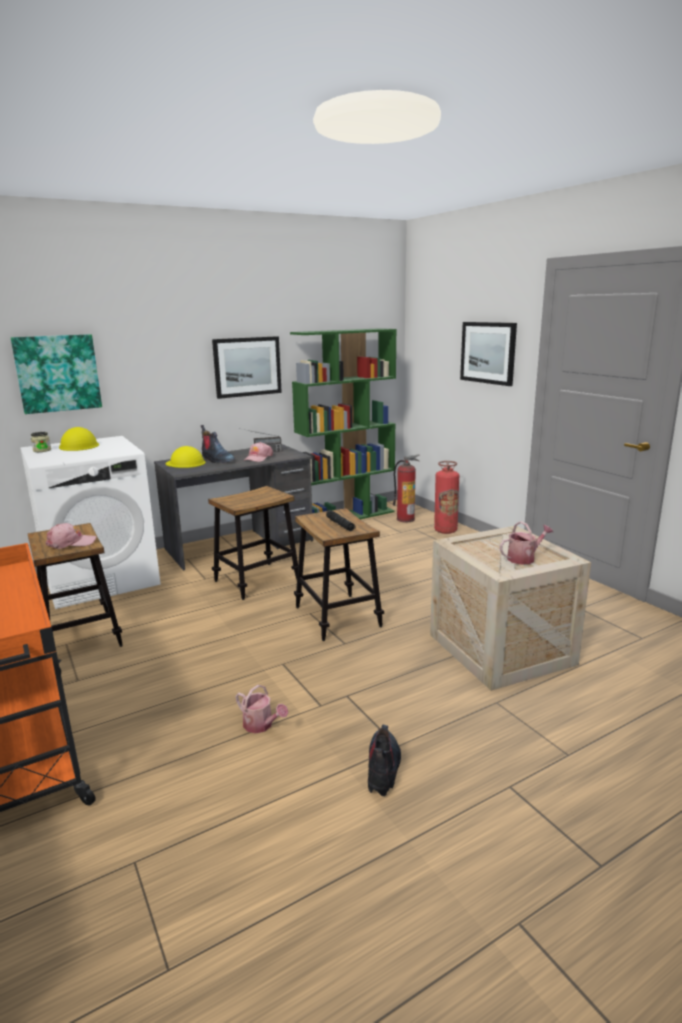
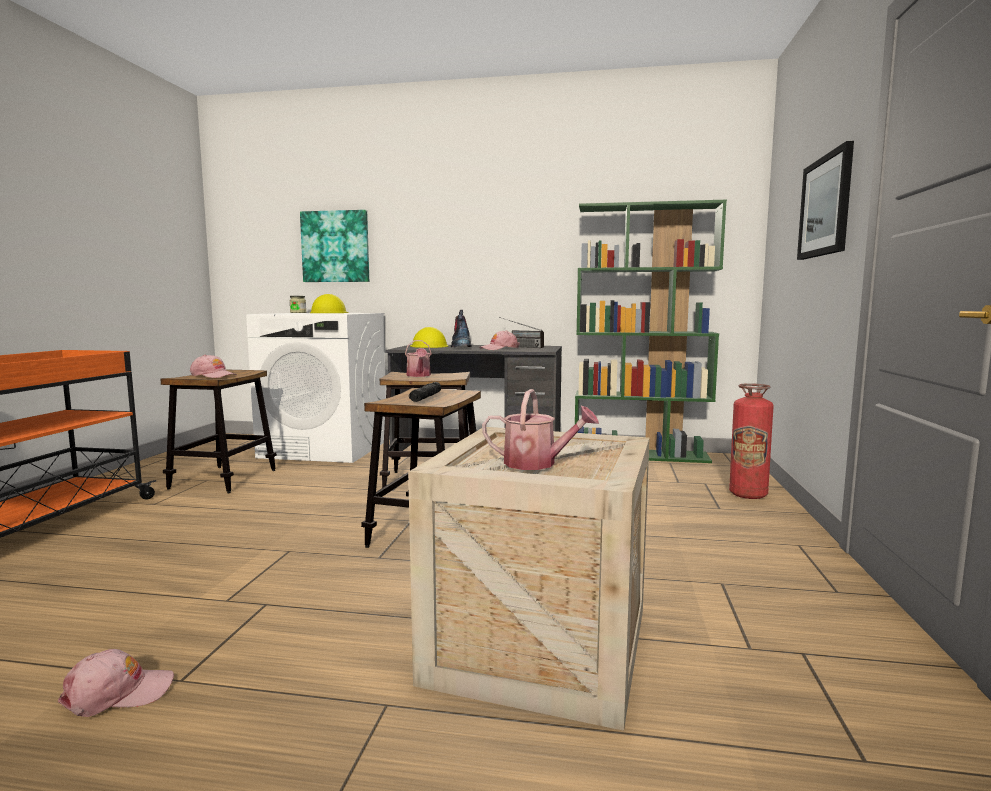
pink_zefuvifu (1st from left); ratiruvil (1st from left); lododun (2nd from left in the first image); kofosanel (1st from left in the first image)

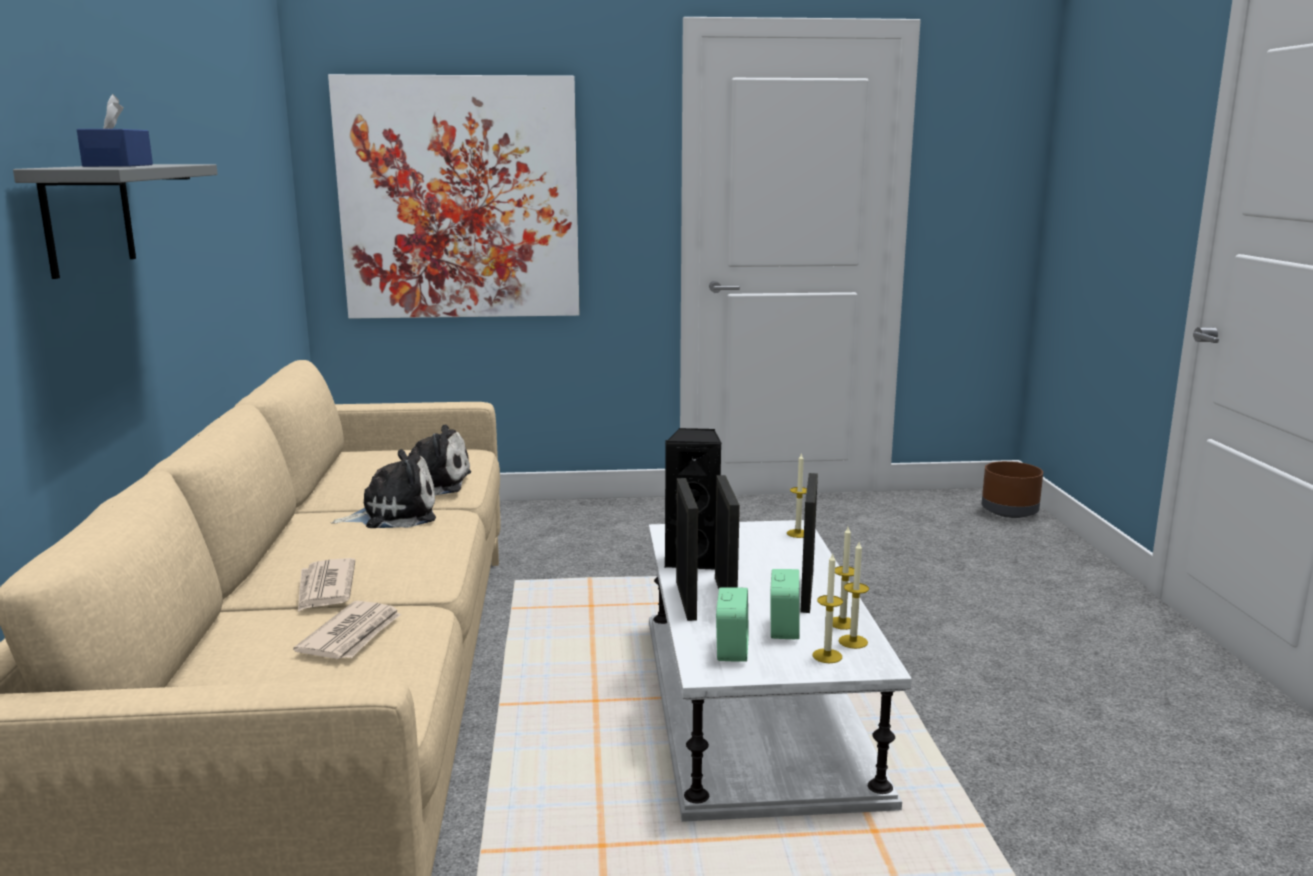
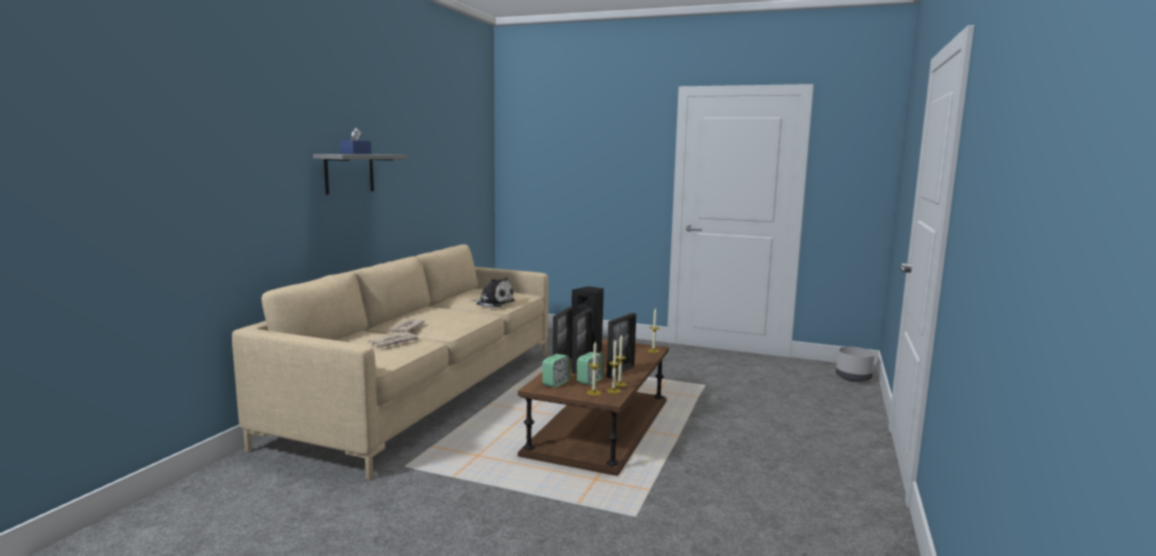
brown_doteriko; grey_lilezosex; lododun; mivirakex (1st from left in the first image)

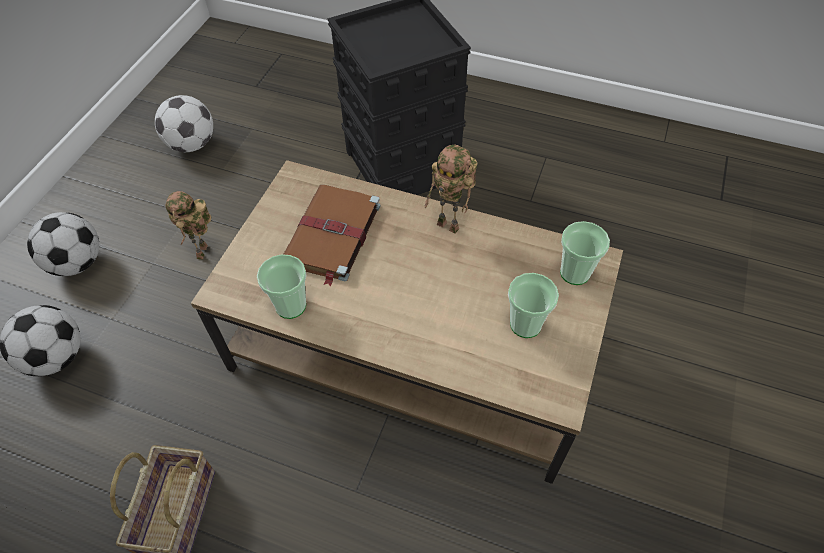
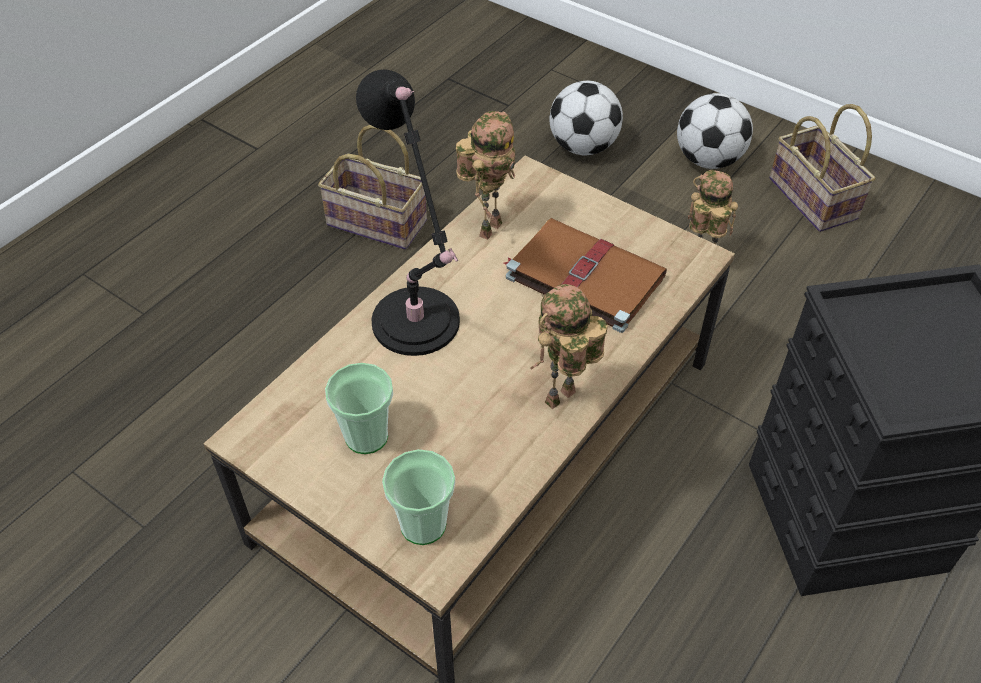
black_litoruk; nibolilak (1st from left); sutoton (2nd from left); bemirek (3rd from left in the first image)

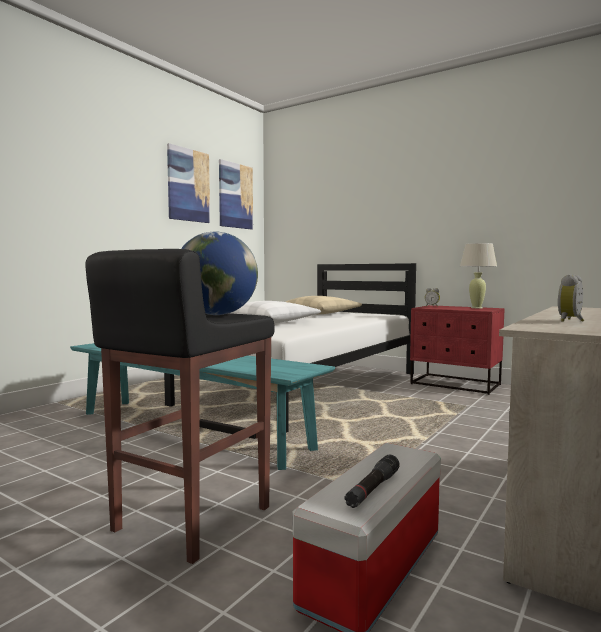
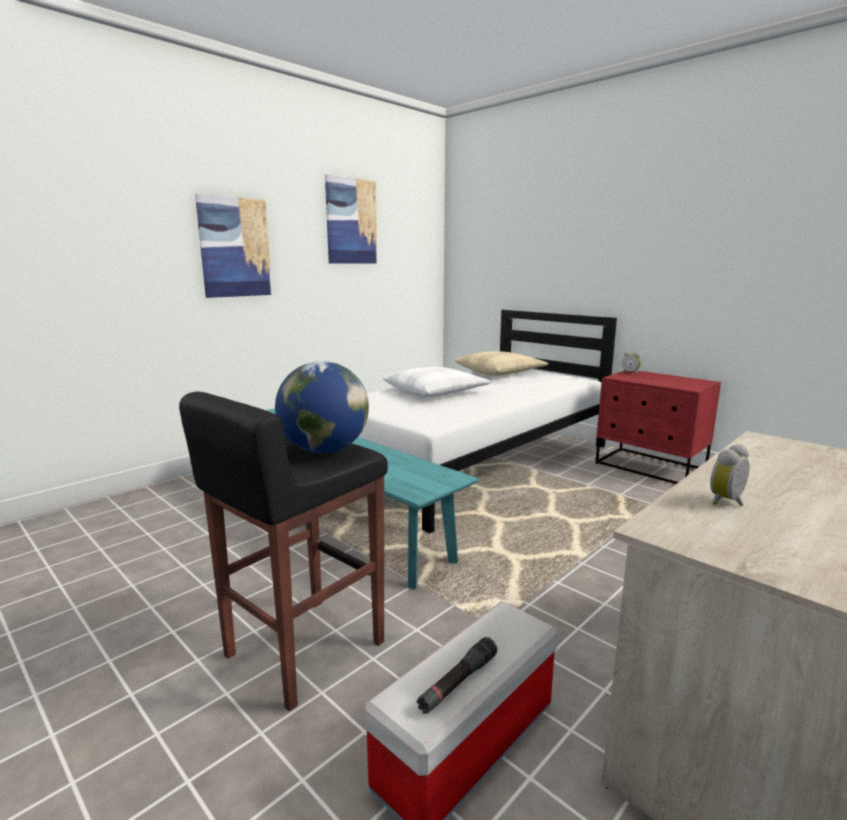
lododun (1st from left); beige_litoruk

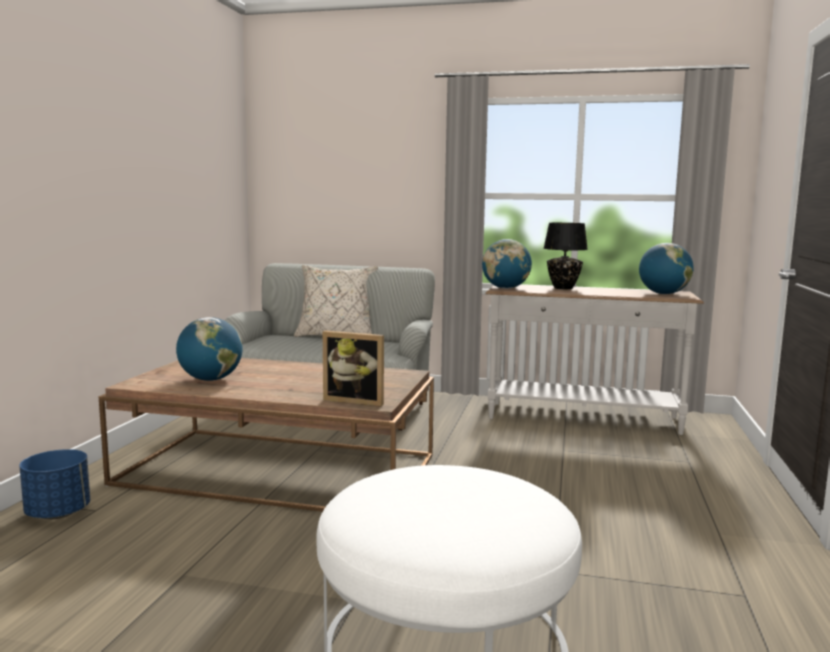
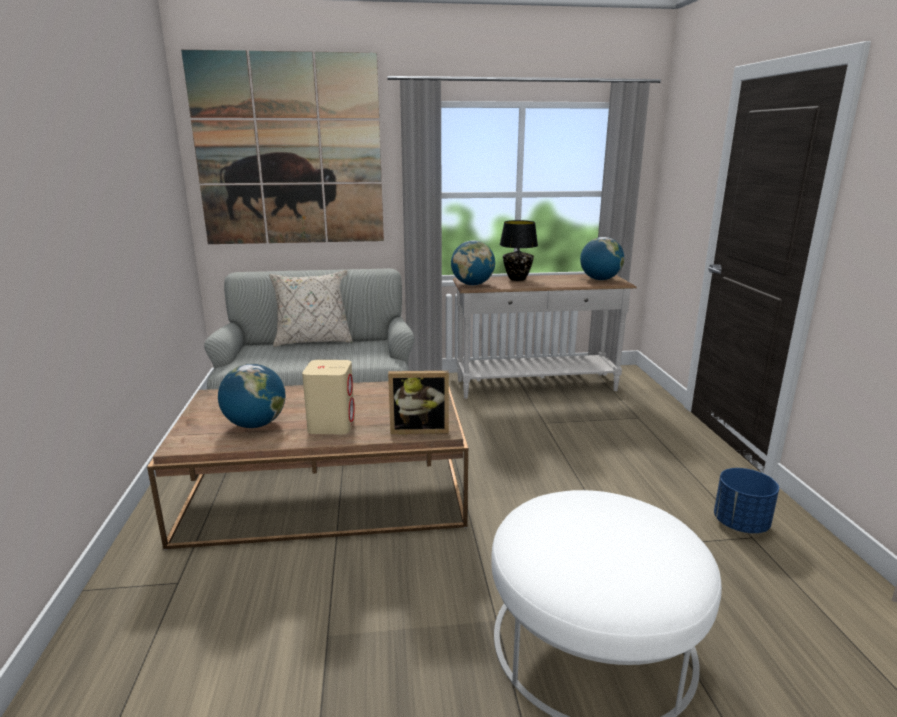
lododun; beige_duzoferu; blue_lilezosex

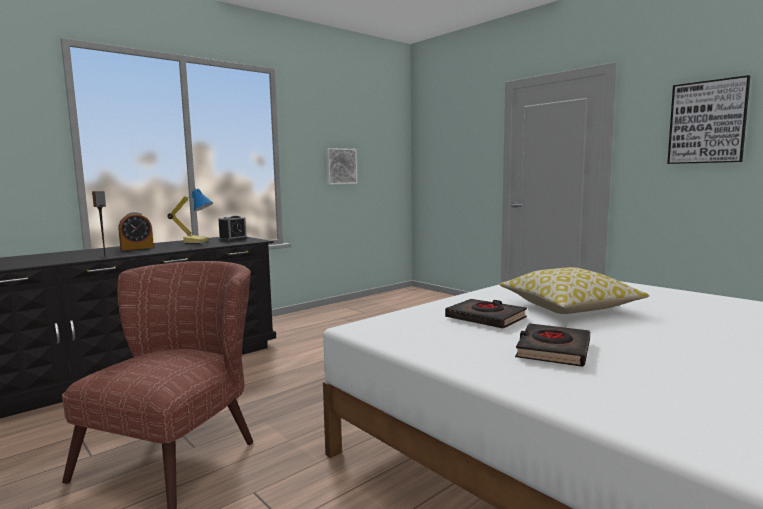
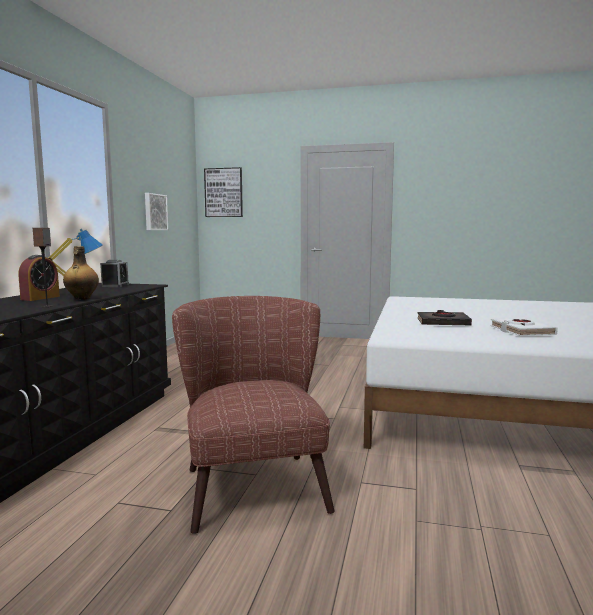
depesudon; lododun (2nd from left); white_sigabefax; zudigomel

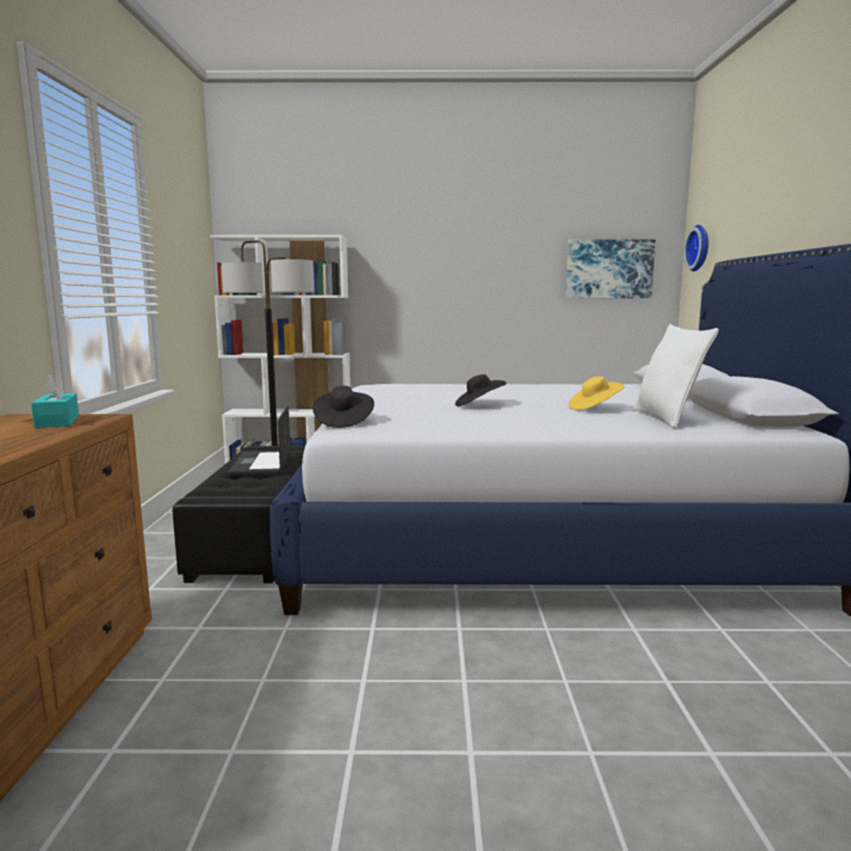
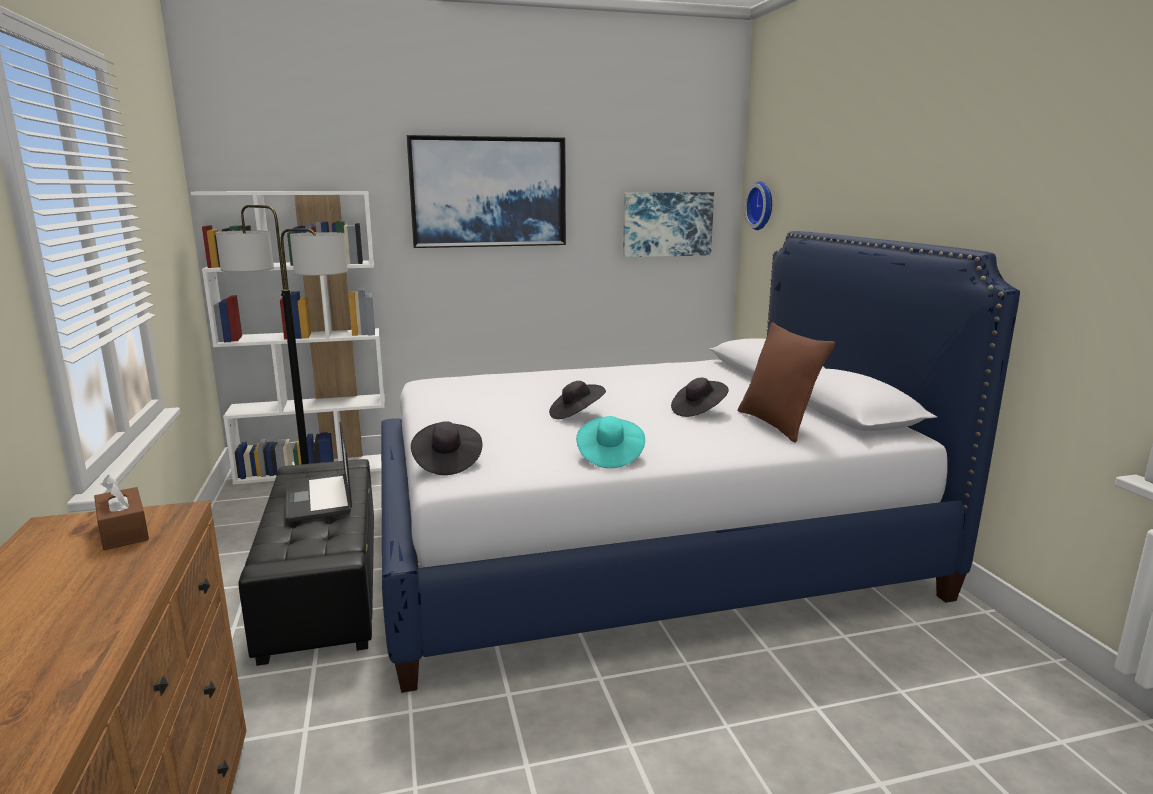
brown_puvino; lododun (1st from left); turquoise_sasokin; black_sasokin (3rd from left); brown_zudigomel

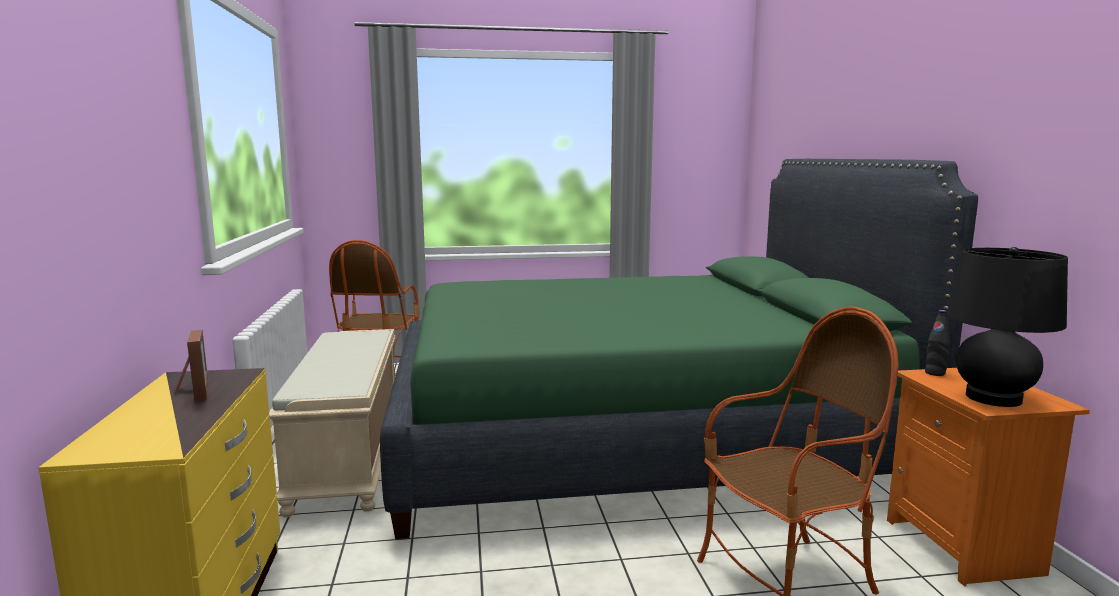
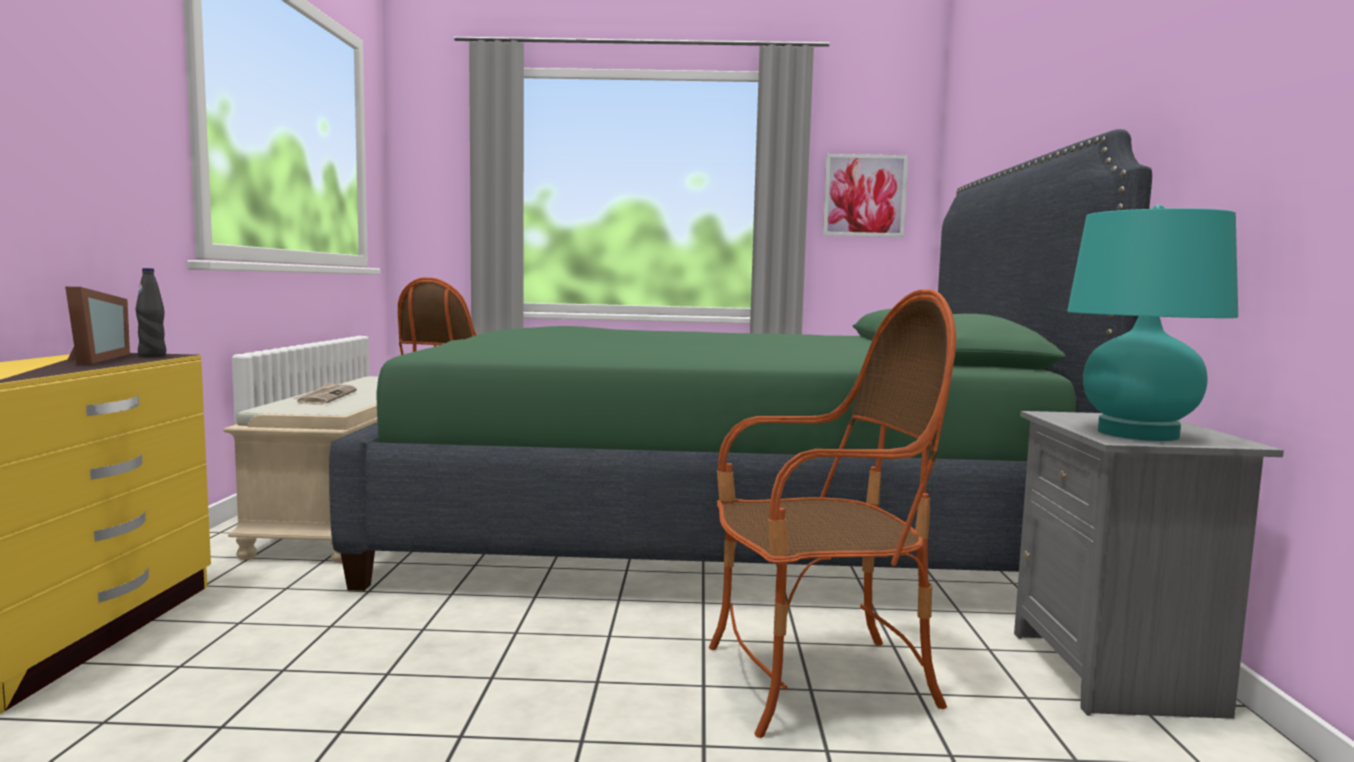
black_depesudon; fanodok; lododun; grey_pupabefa; turquoise_litoruk

